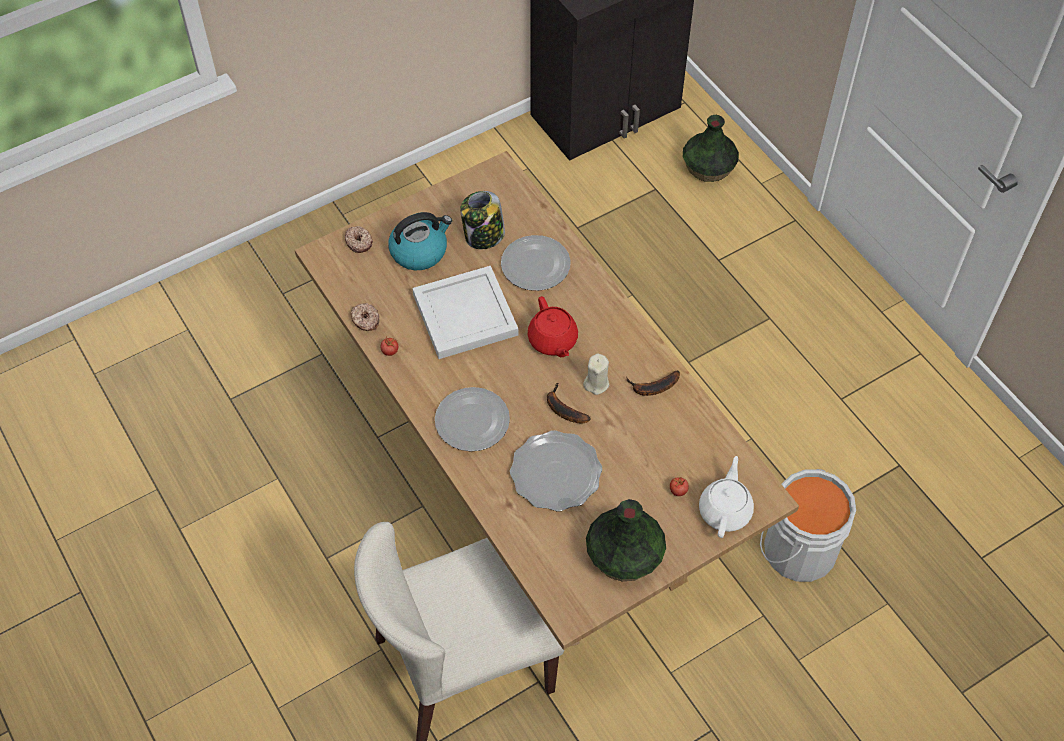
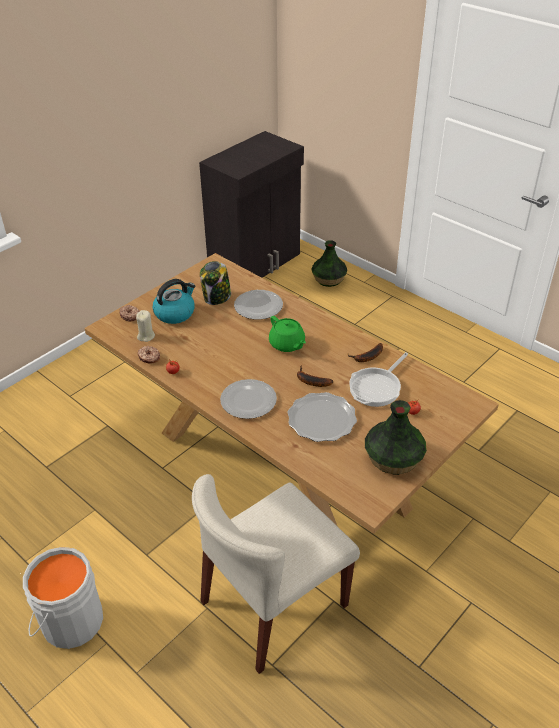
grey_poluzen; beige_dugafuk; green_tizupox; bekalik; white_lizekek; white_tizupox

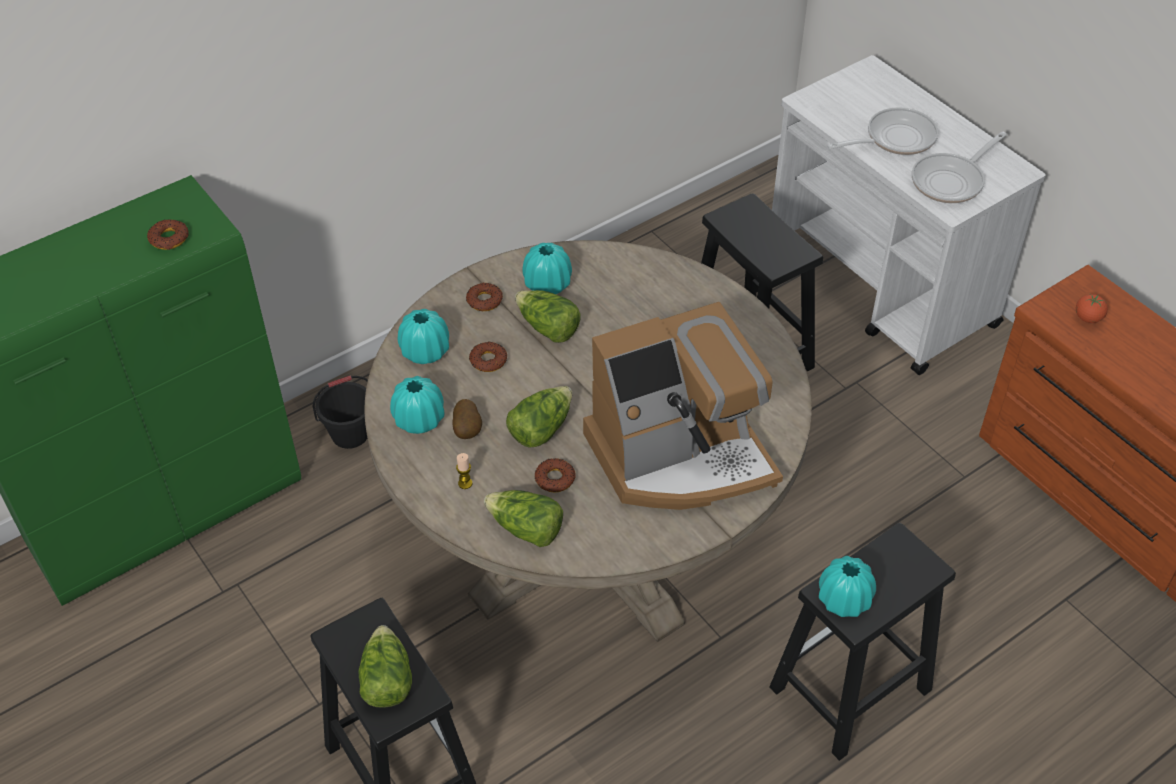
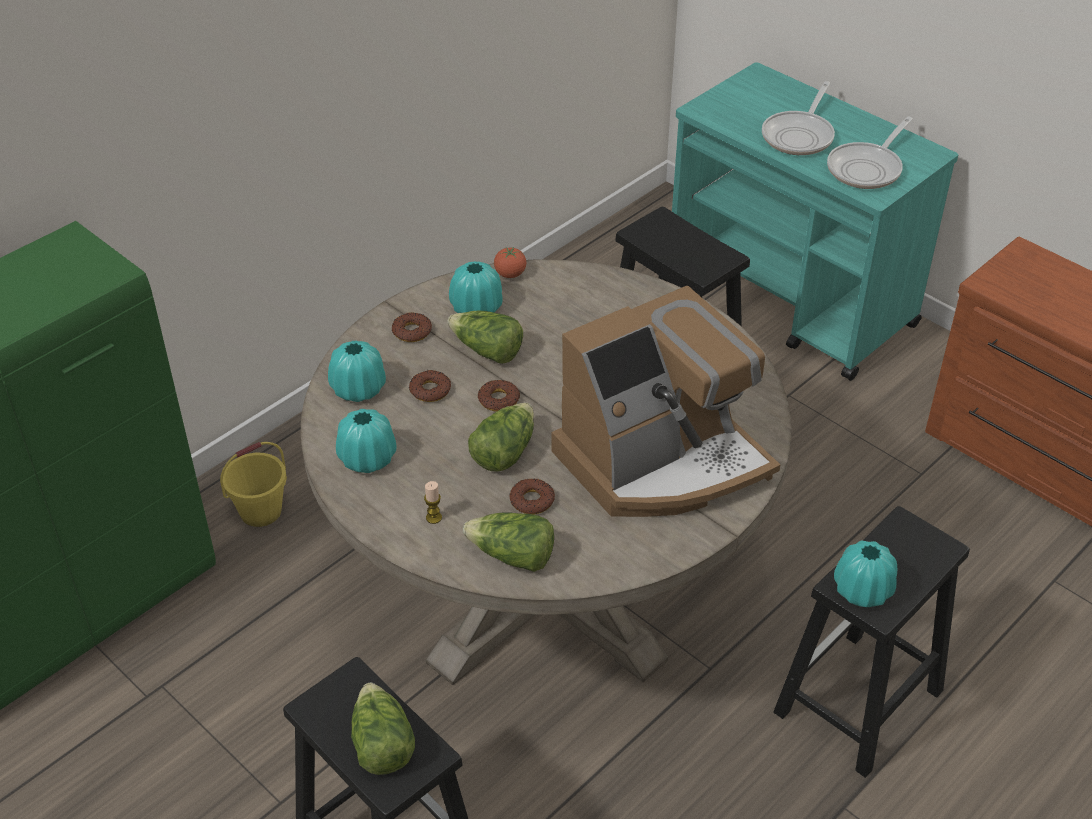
yellow_poluzen; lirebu (3rd from left); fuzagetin; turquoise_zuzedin; bekalik (1st from left); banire

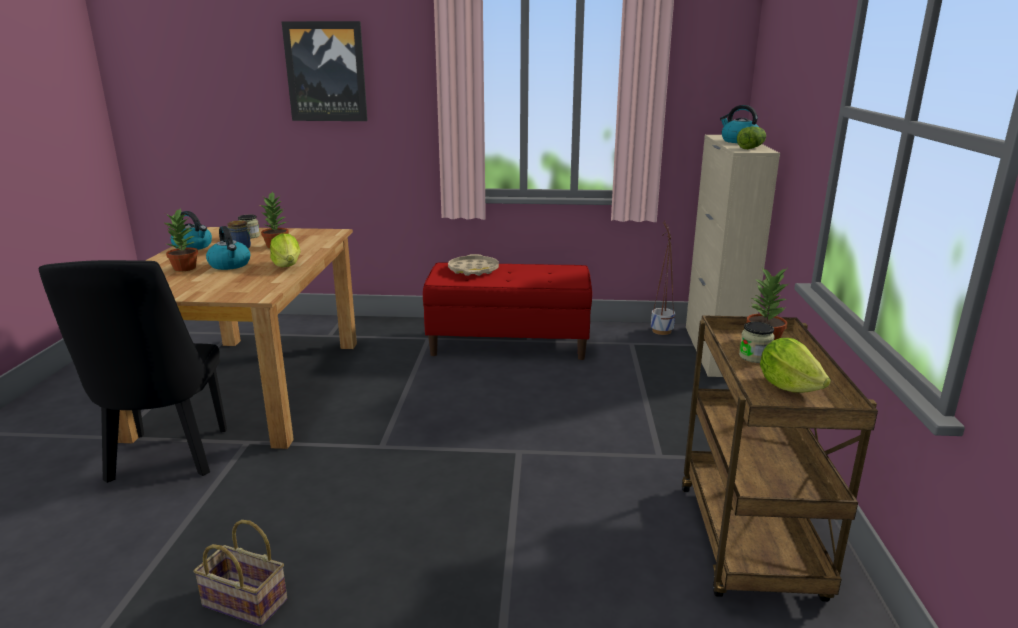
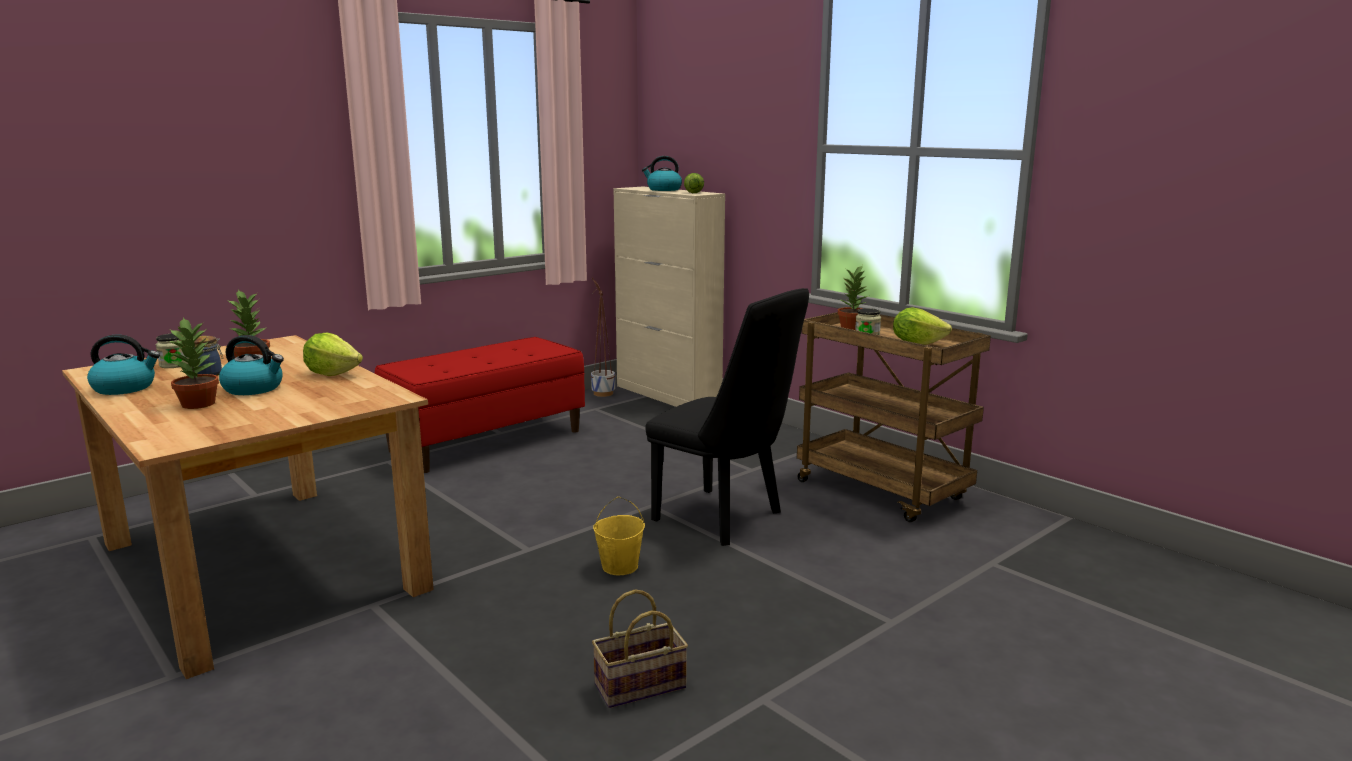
yellow_poluzen; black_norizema; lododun; beige_lizekek

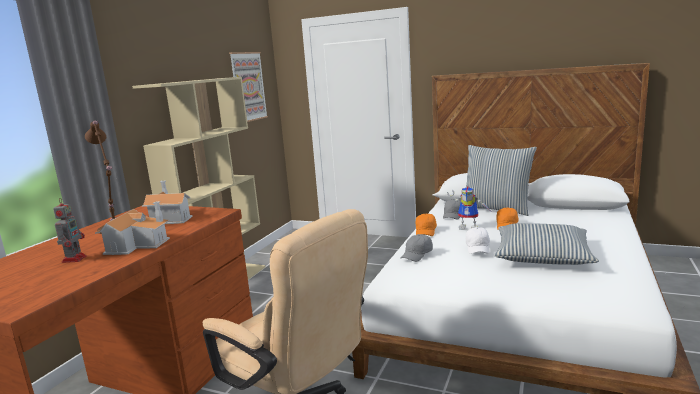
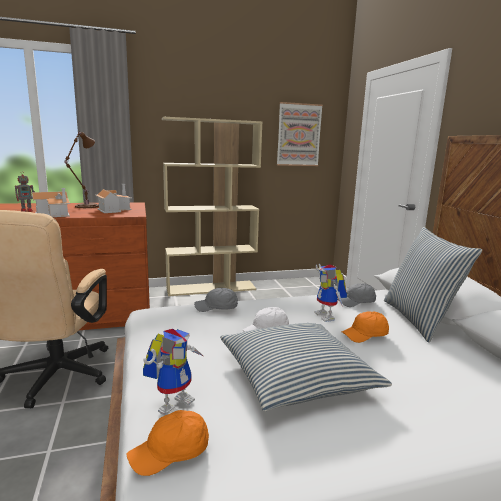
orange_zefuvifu (1st from left); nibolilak (2nd from left)

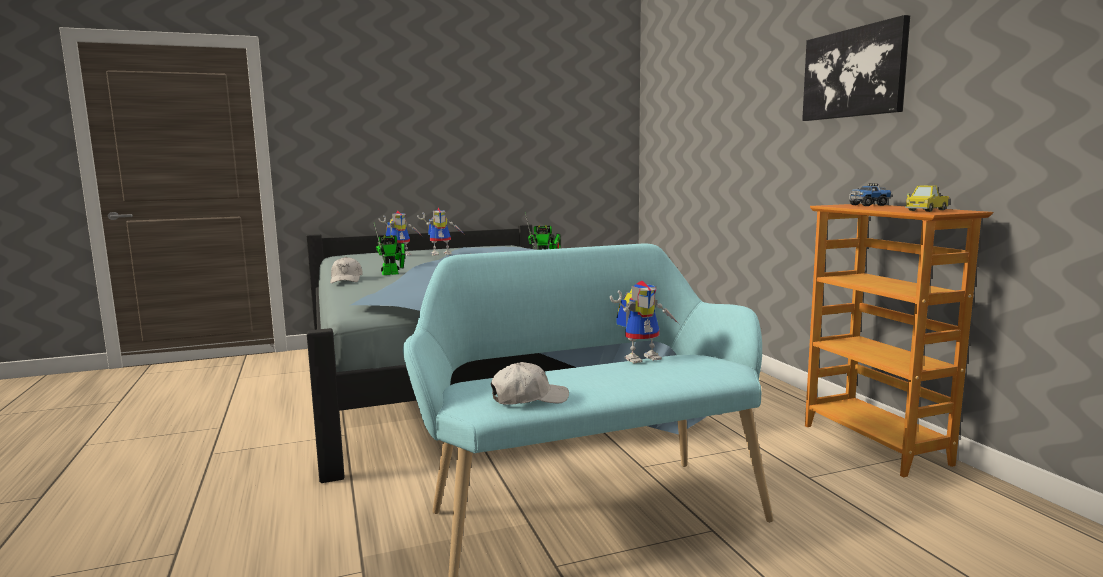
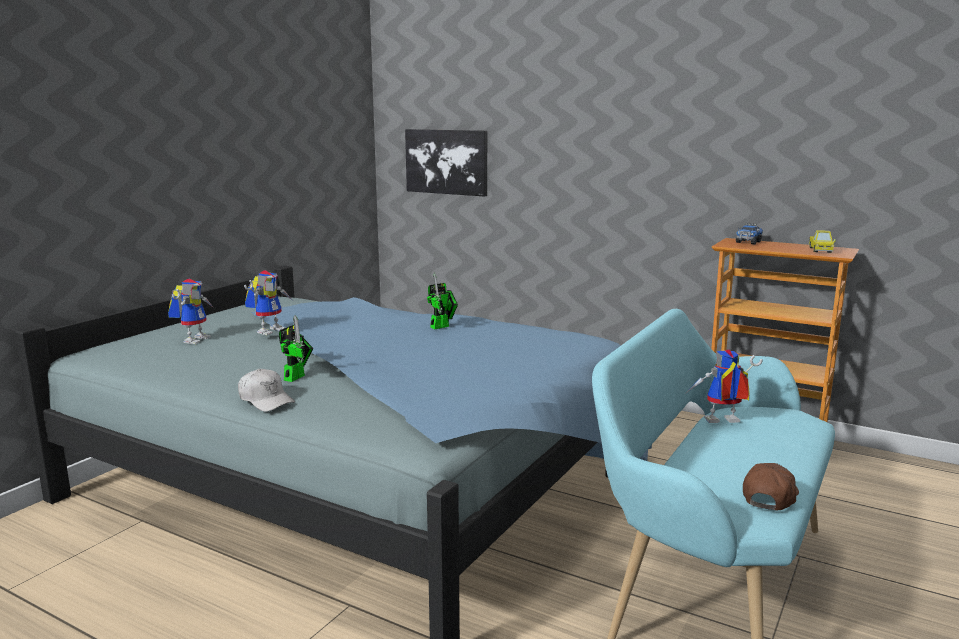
lododun; nibolilak (5th from left); brown_zefuvifu

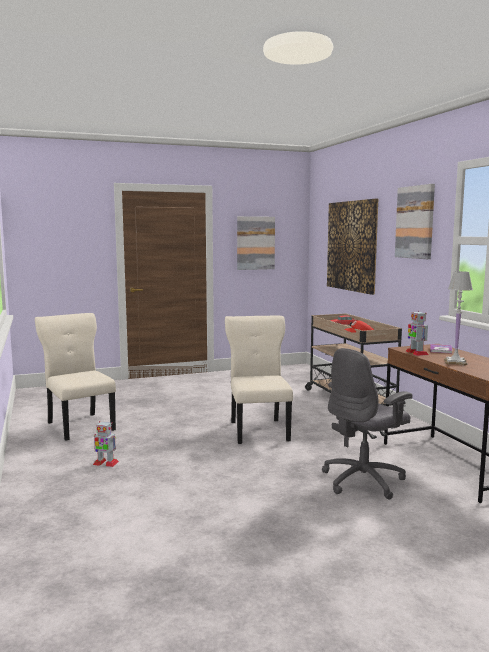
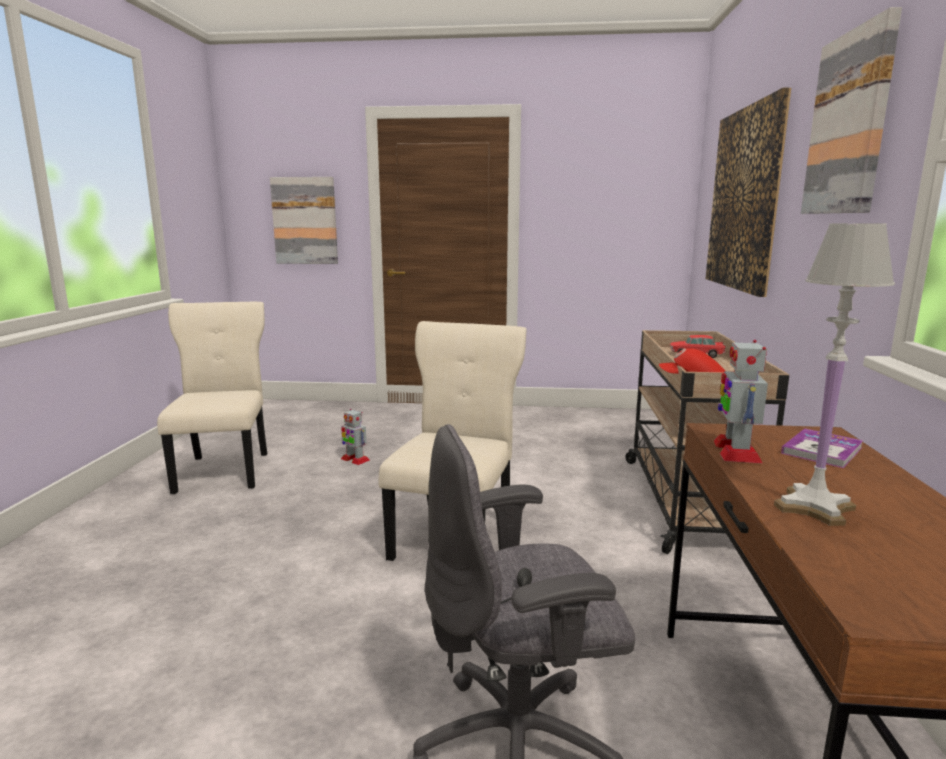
lododun (1st from left); nibolilak (1st from left)

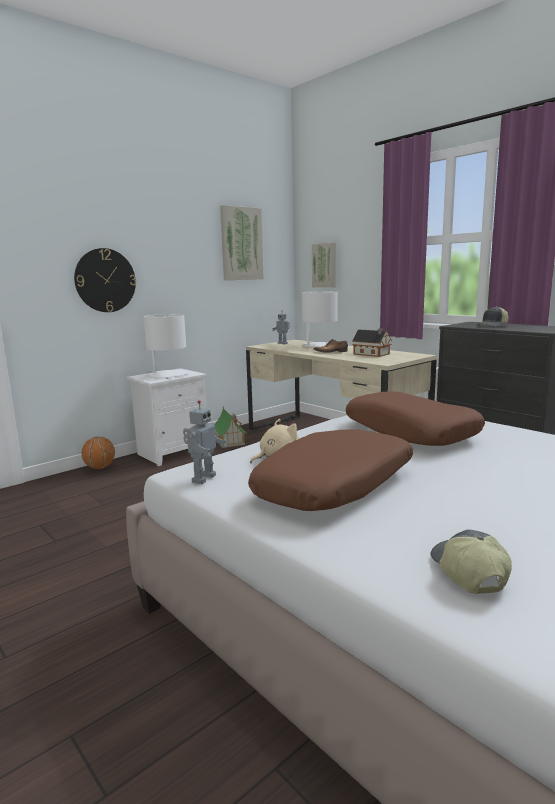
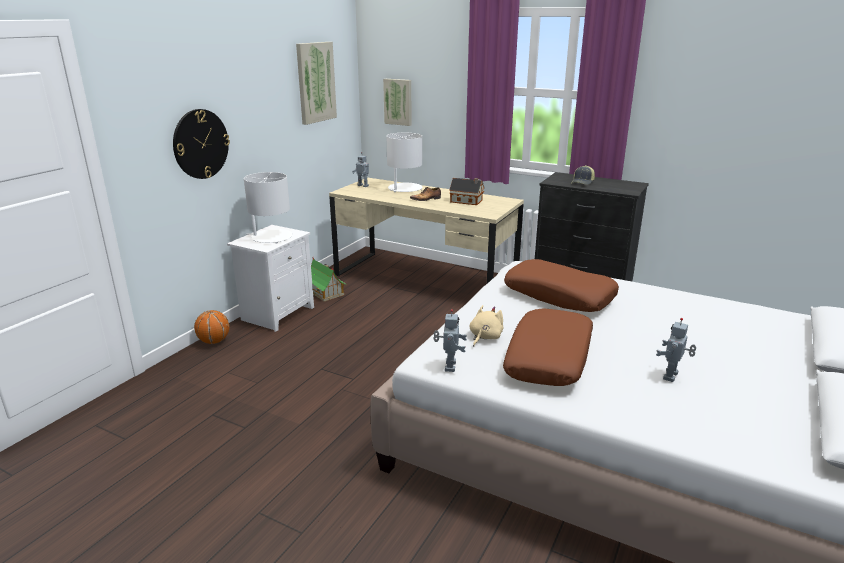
nibolilak (3rd from left); zefuvifu (1st from left in the first image)

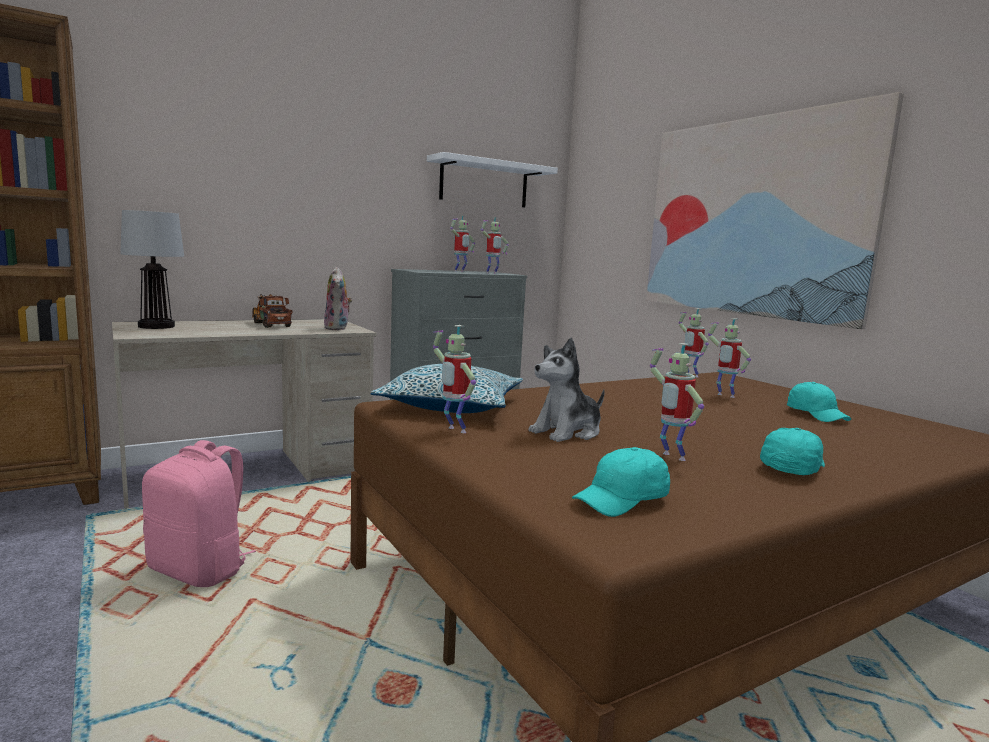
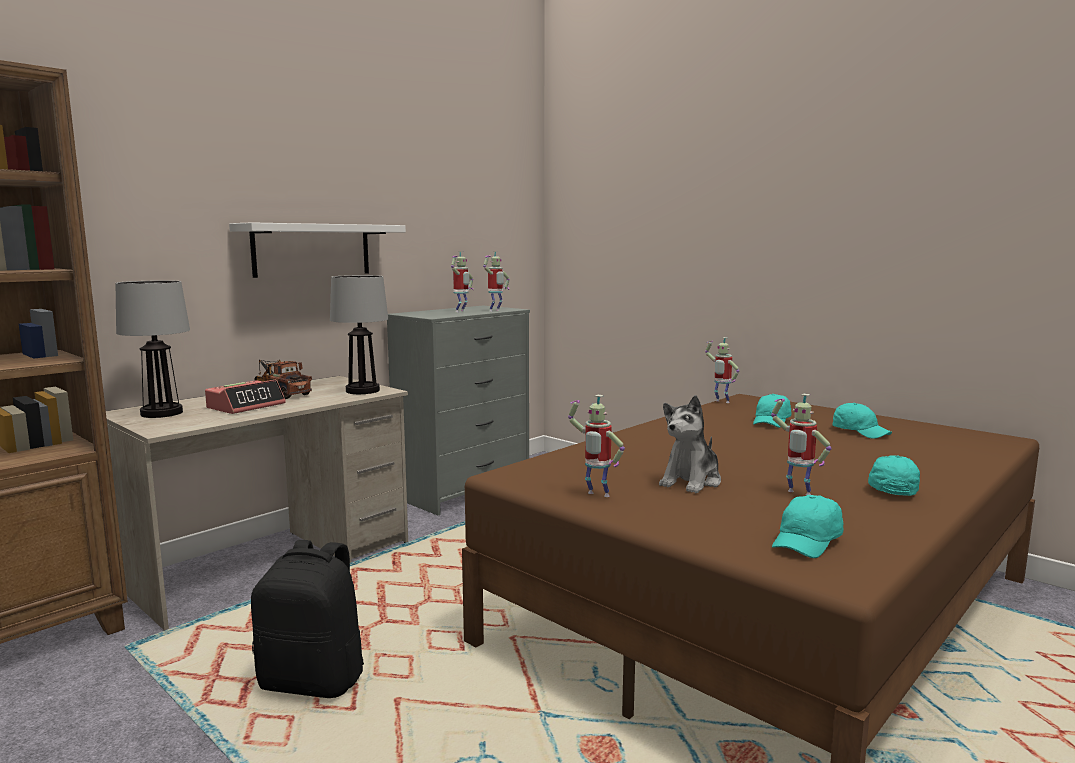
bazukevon; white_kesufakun; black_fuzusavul; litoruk (2nd from left); turquoise_zefuvifu (1st from left); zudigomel; lododun

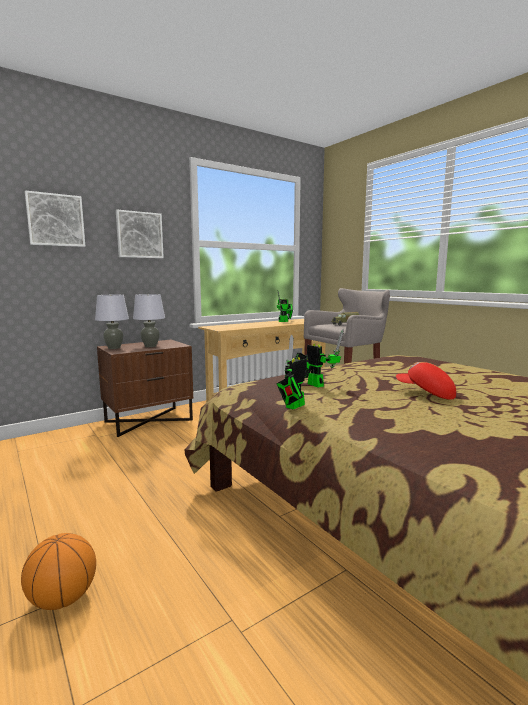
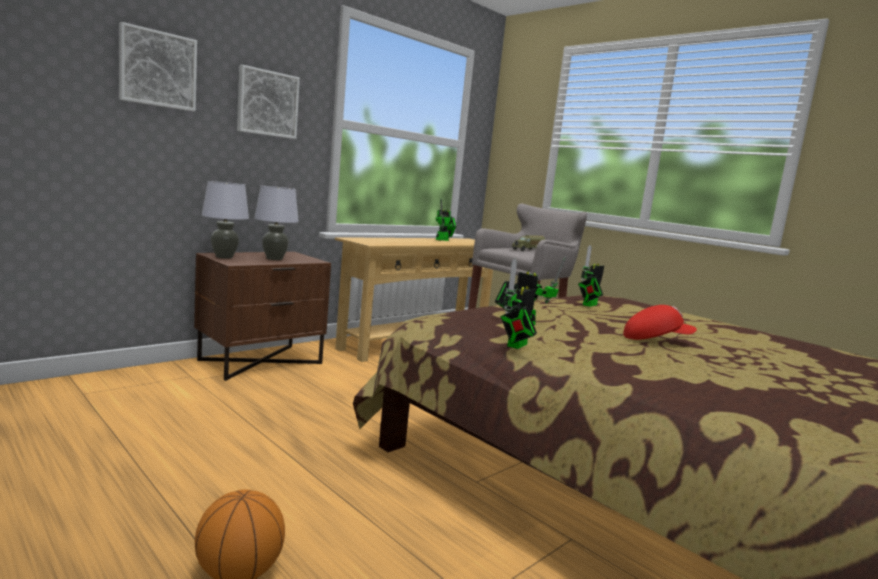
nibolilak (4th from left); red_zefuvifu

